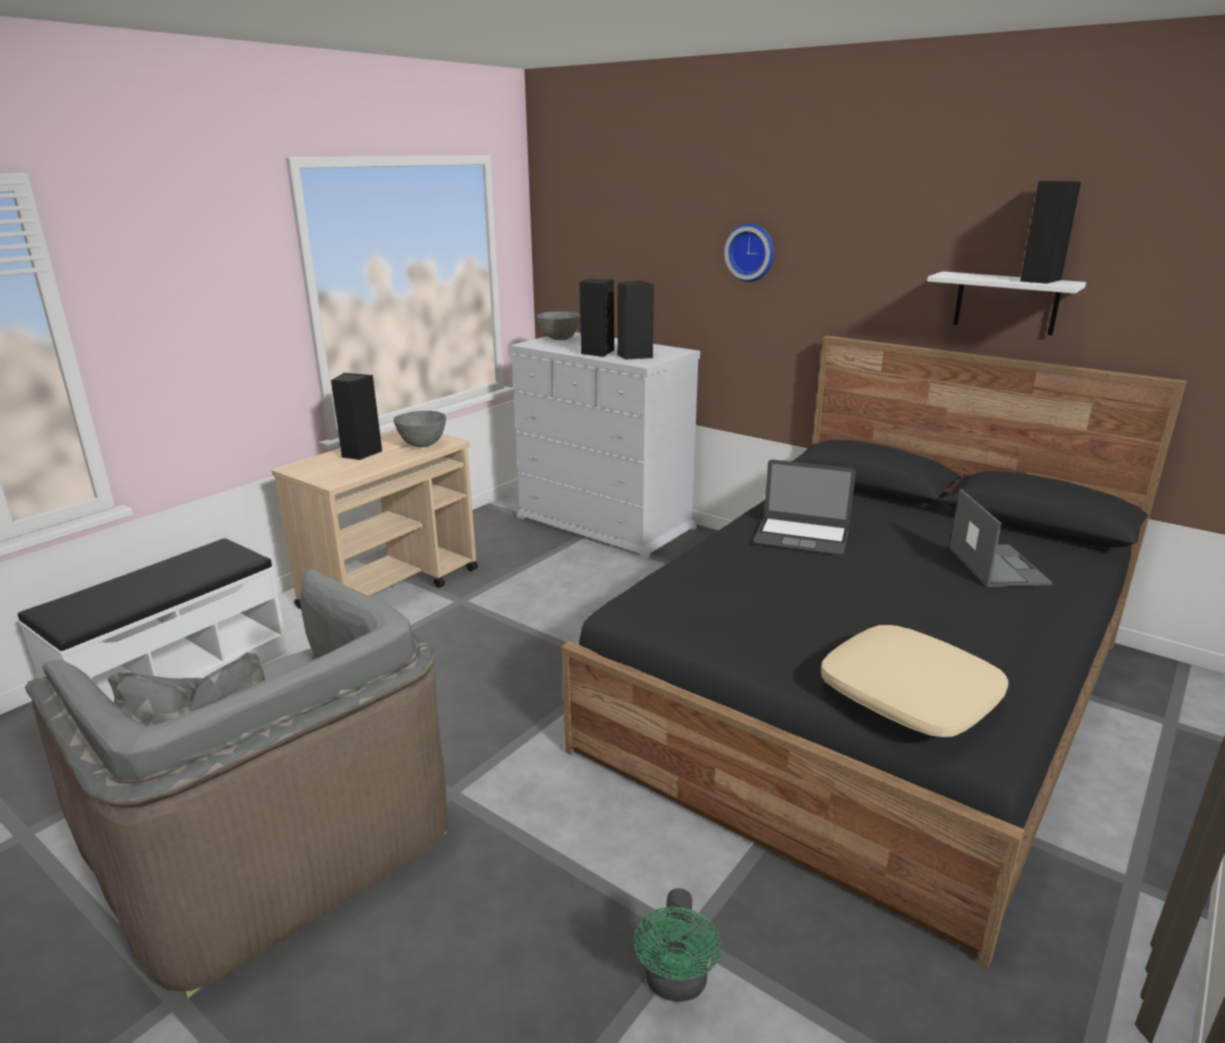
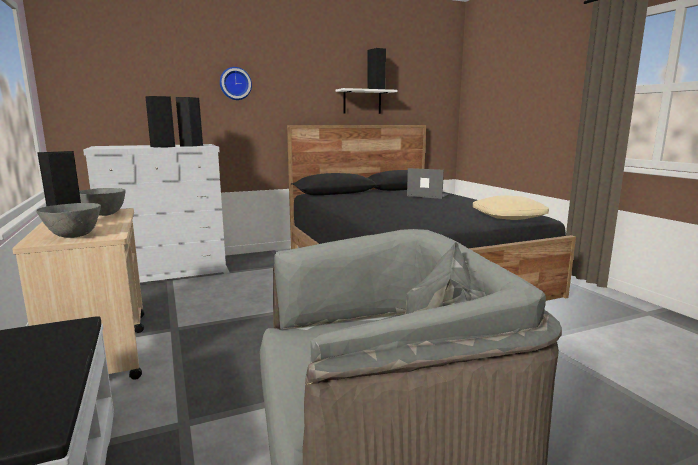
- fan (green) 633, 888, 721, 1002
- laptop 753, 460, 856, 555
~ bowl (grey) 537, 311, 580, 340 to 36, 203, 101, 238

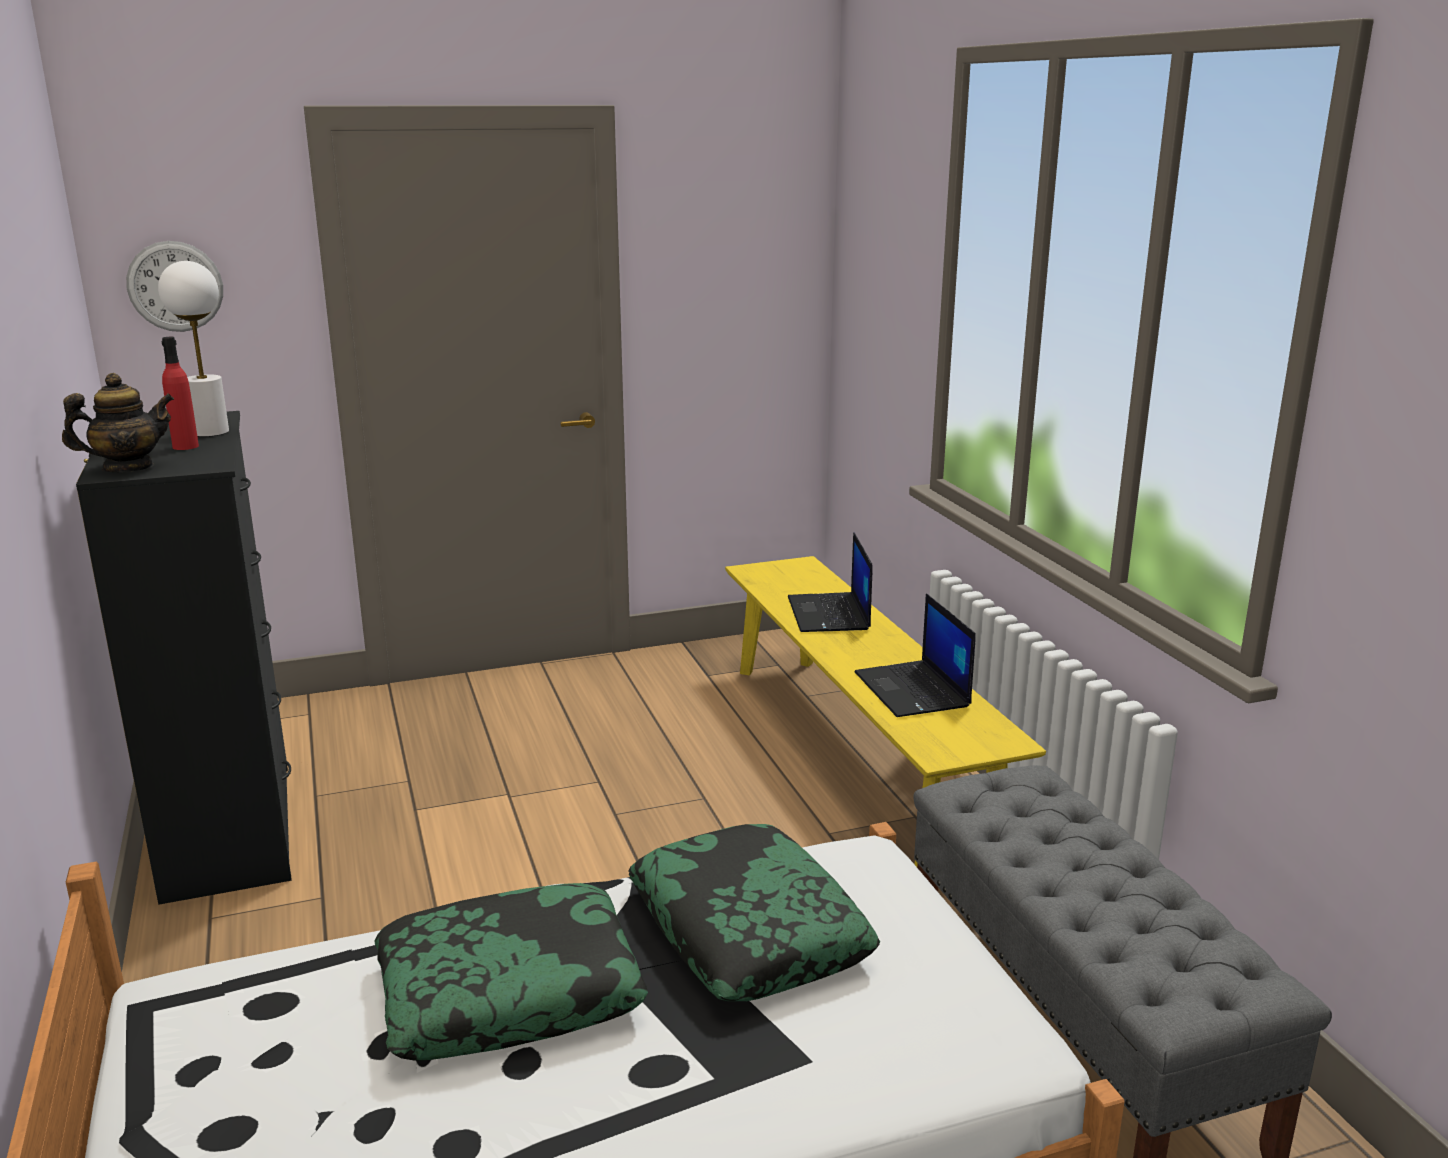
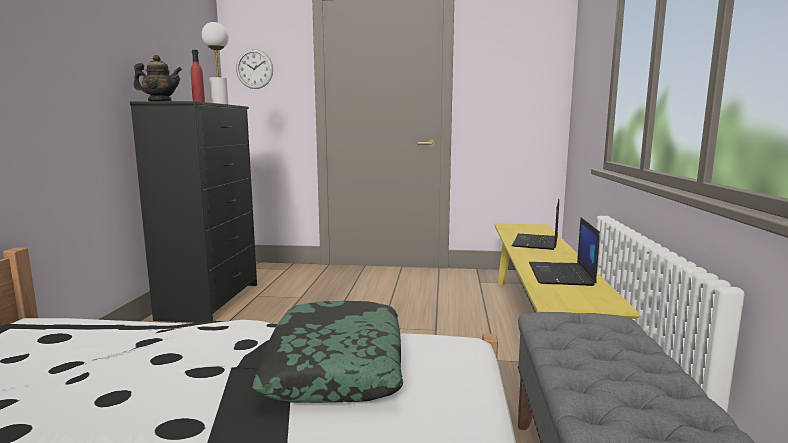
- pillow 374, 883, 648, 1061

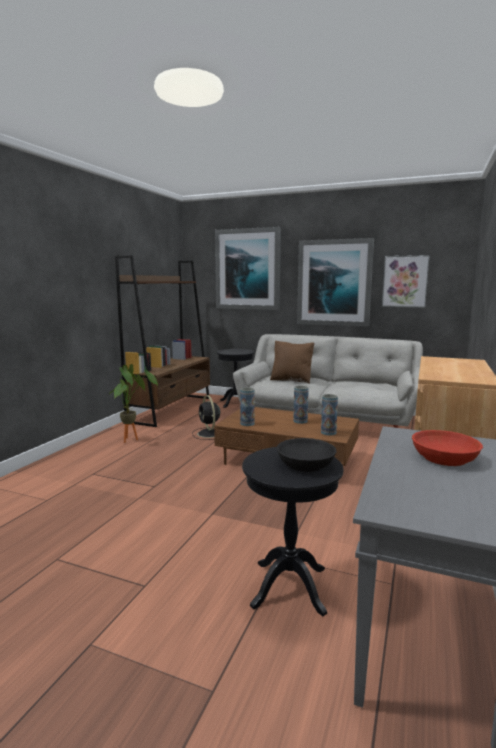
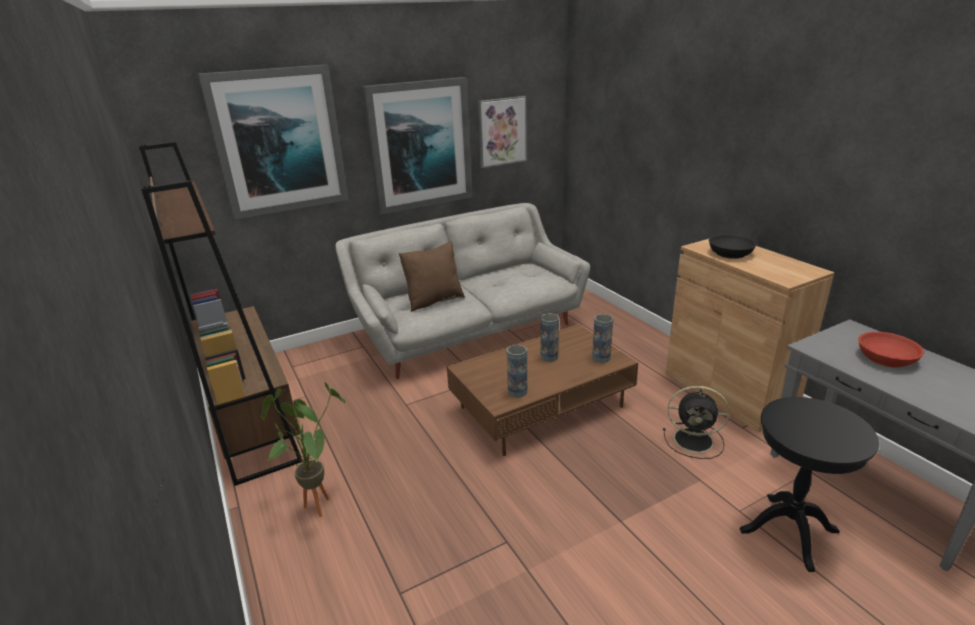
- side table (black) 216, 349, 255, 408
~ fan (black) 192, 395, 220, 440 to 663, 386, 729, 459
~ bowl (black) 276, 438, 337, 472 to 709, 234, 757, 259

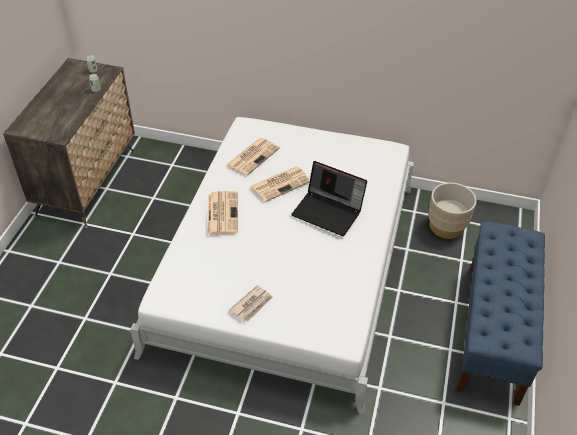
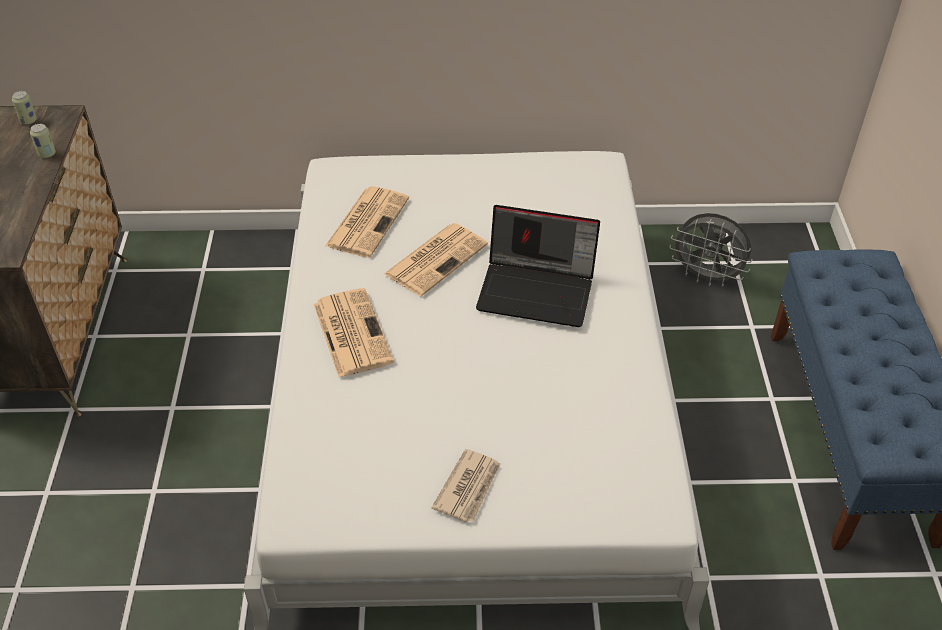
~ planter (beige) 428, 182, 477, 239 to fan (grey) 669, 213, 753, 287

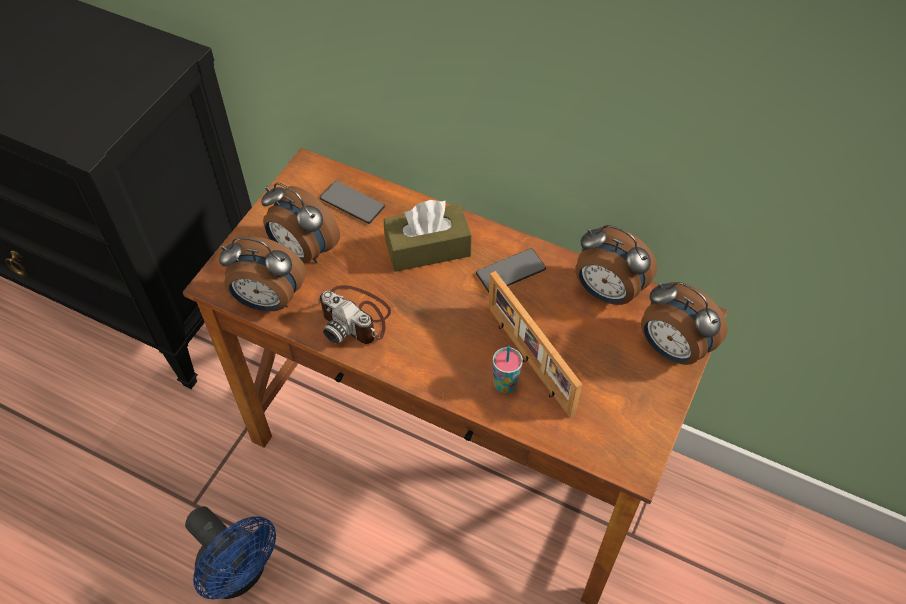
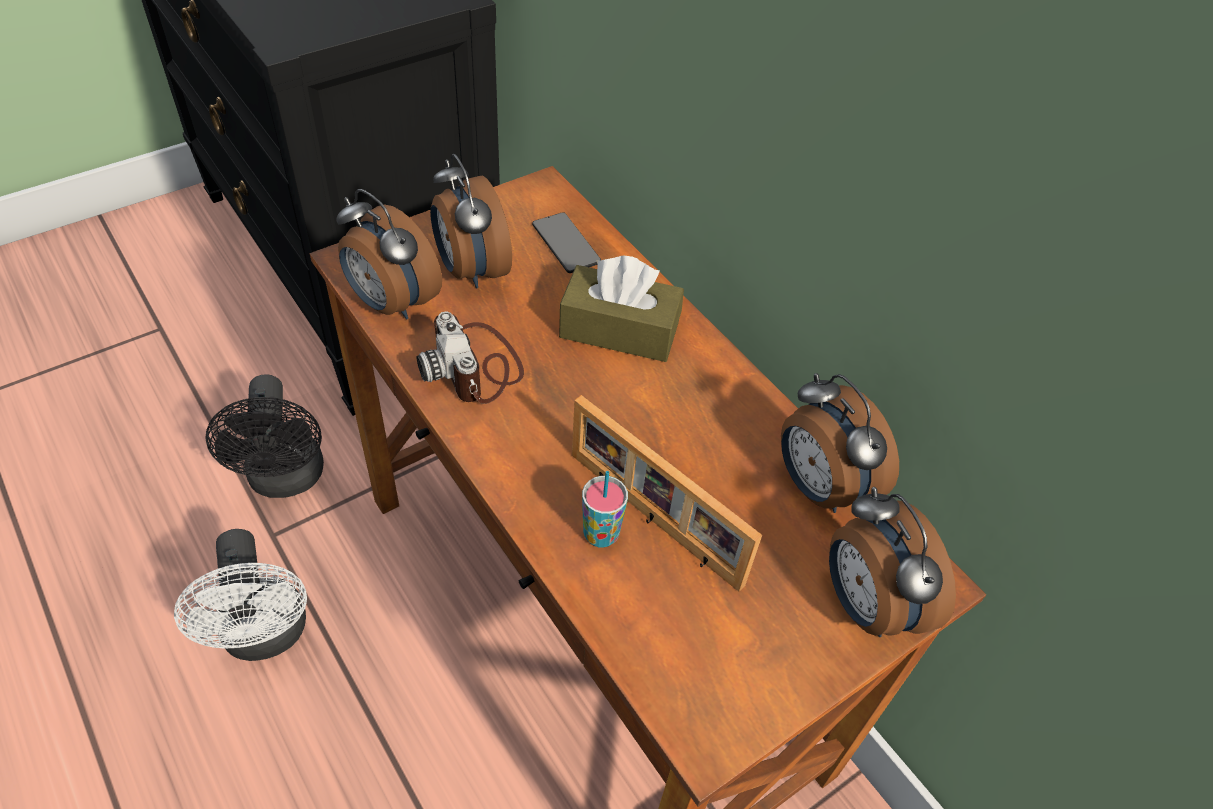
- phone 476, 248, 546, 292
+ fan (black) 205, 374, 324, 498
~ fan (blue) 185, 506, 276, 599 to fan (white) 174, 529, 307, 661
~ picture frame 488, 271, 582, 418 = 572, 395, 762, 592 45 degrees counterclockwise

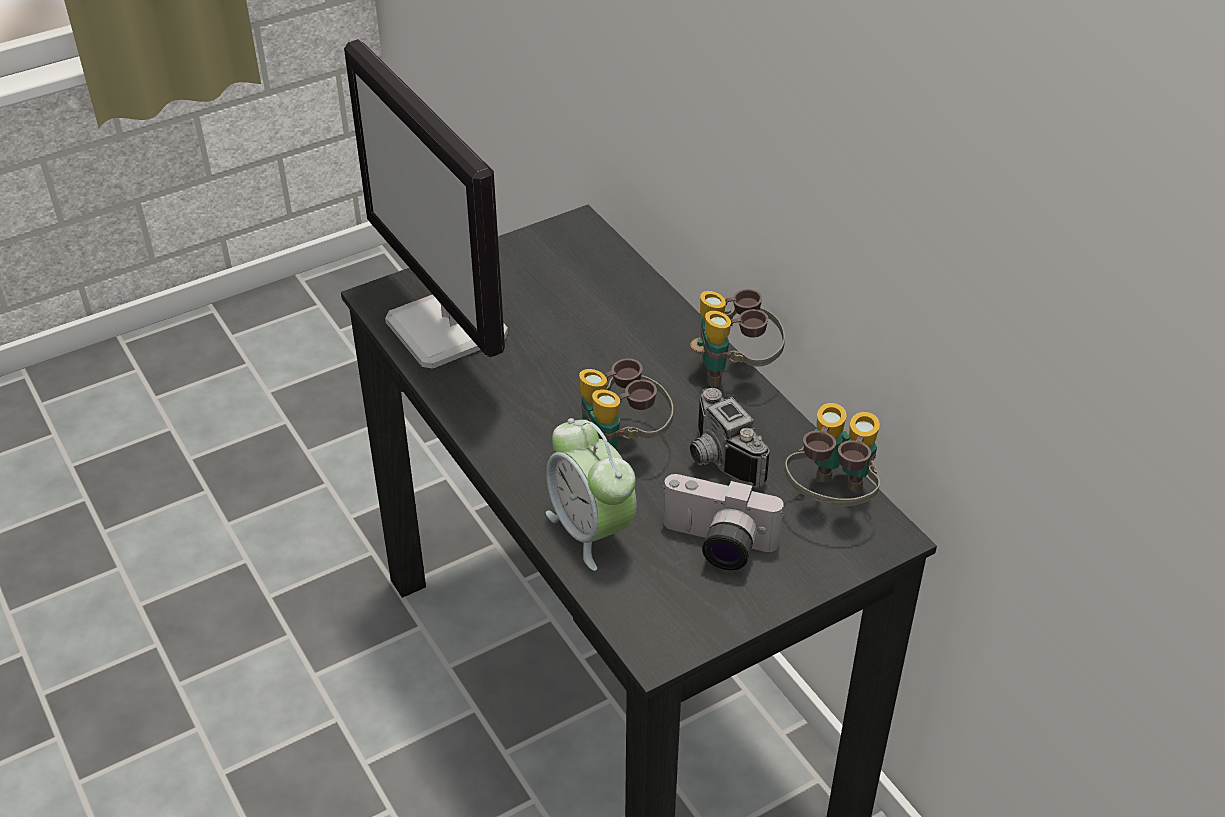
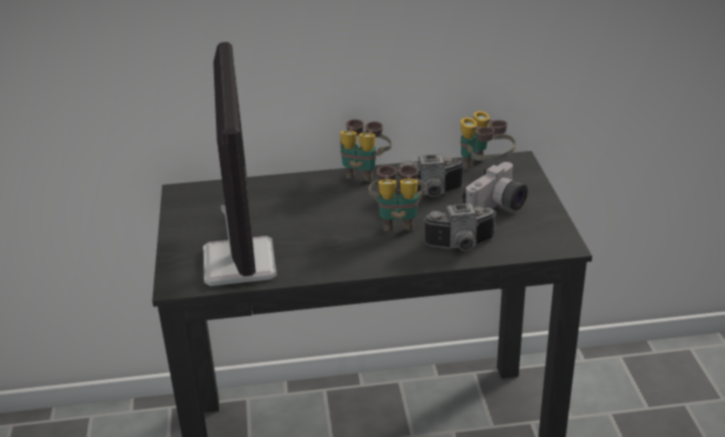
~ alarm clock 546, 418, 637, 571 to photo camera 423, 203, 496, 251
~ monitor 344, 39, 508, 368 = 203, 42, 277, 286 90 degrees counterclockwise

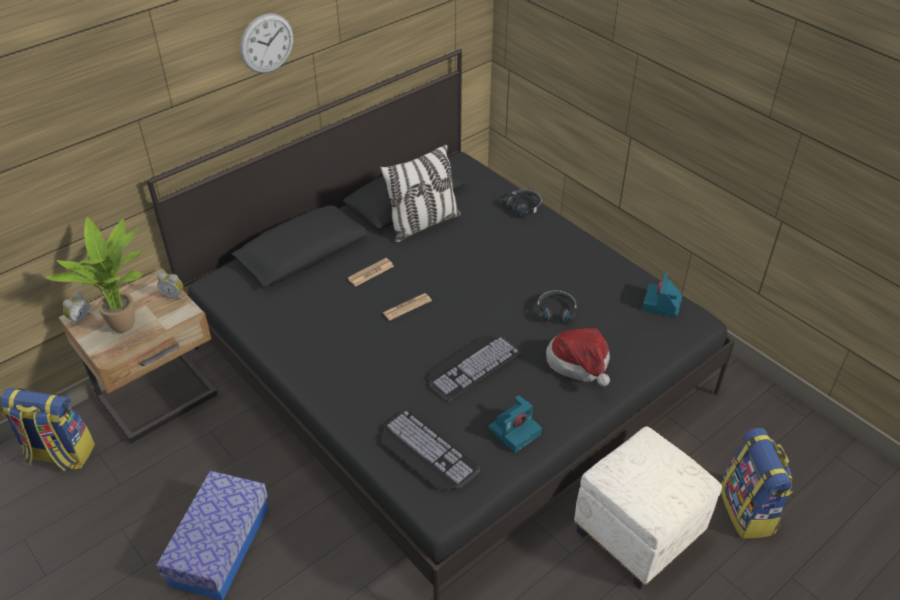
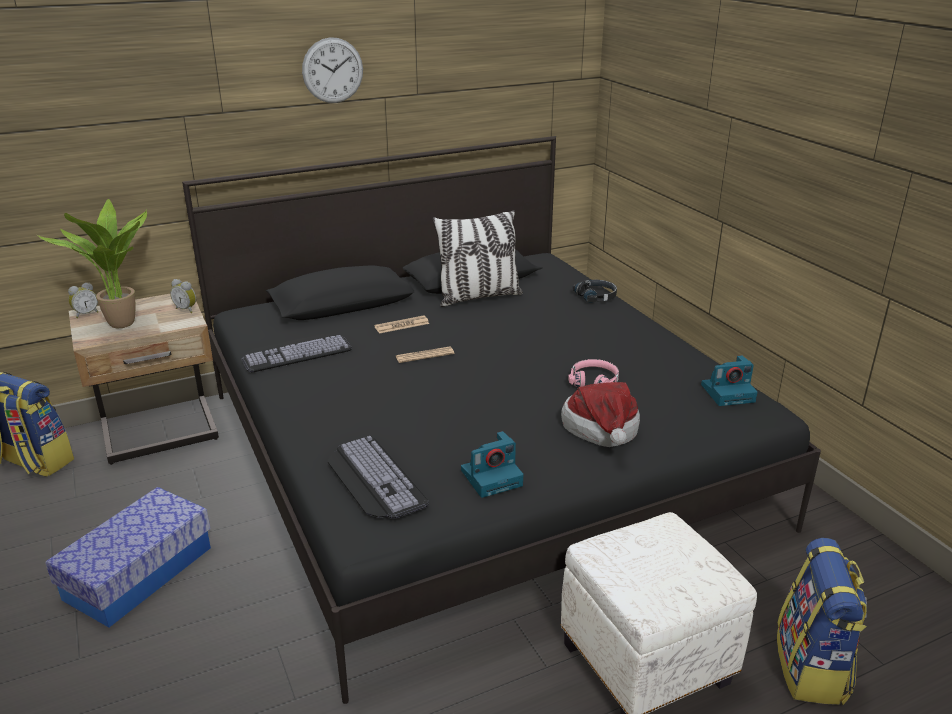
~ keyboard 428, 336, 520, 401 to 242, 334, 352, 372
~ headphones (black) 537, 290, 577, 323 to headphones (pink) 568, 359, 619, 387
~ photo camera 642, 273, 682, 318 = 701, 355, 758, 406 135 degrees counterclockwise

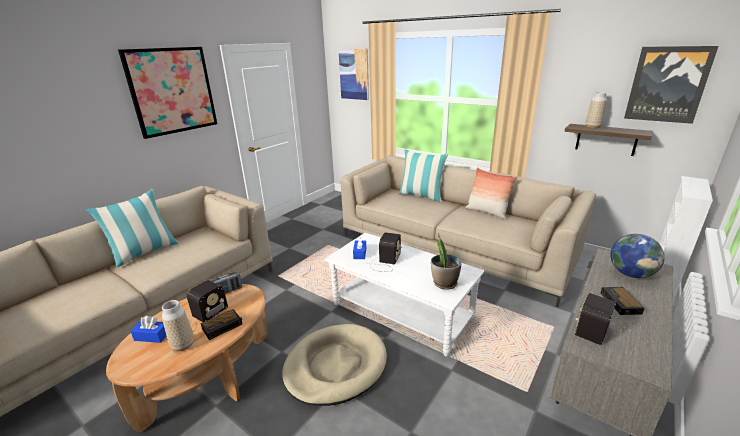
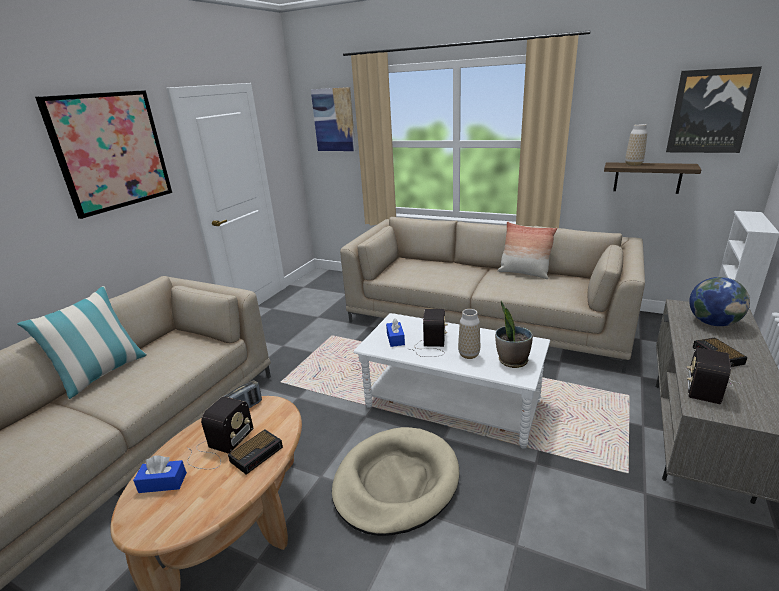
- pillow 399, 149, 448, 202
~ vase 162, 300, 194, 351 to 458, 309, 480, 359

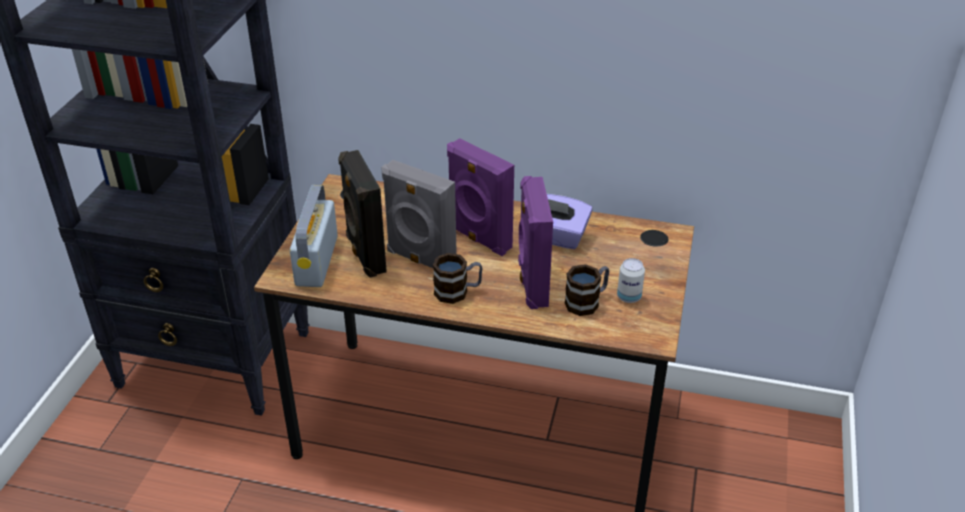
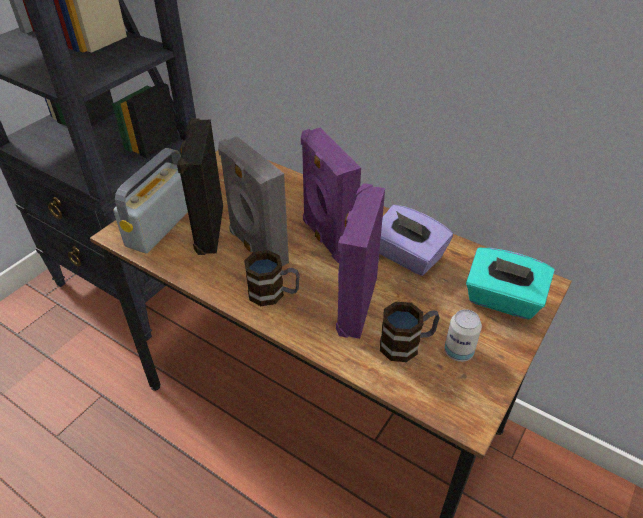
+ tissue box (turquoise) 466, 248, 555, 320

